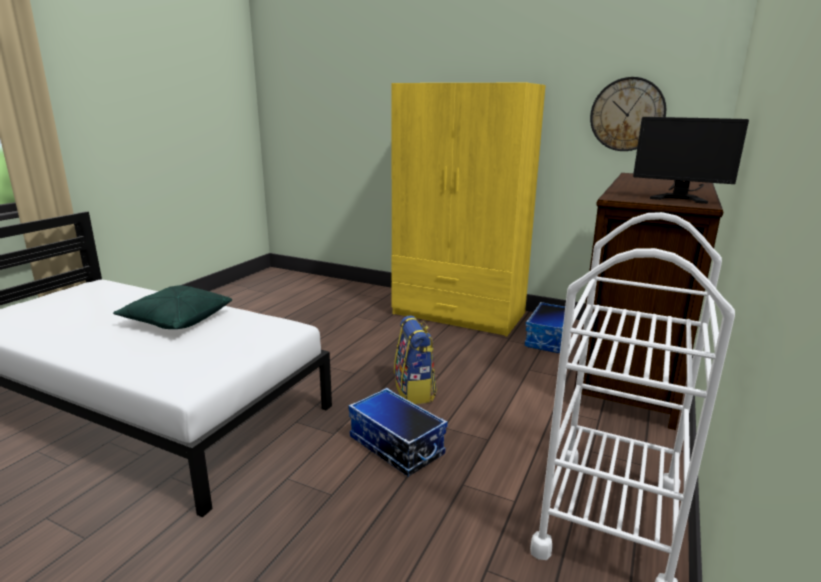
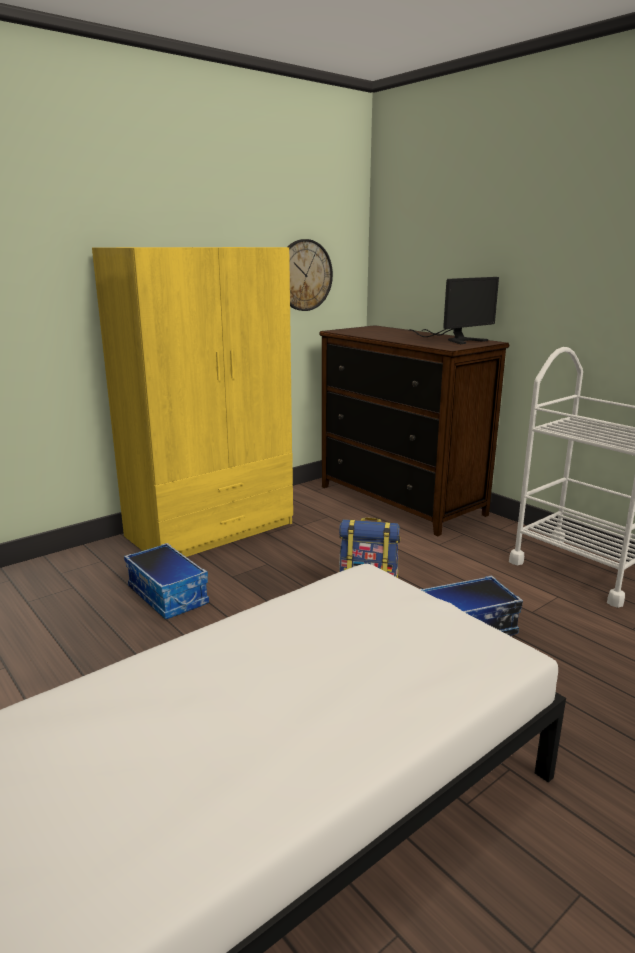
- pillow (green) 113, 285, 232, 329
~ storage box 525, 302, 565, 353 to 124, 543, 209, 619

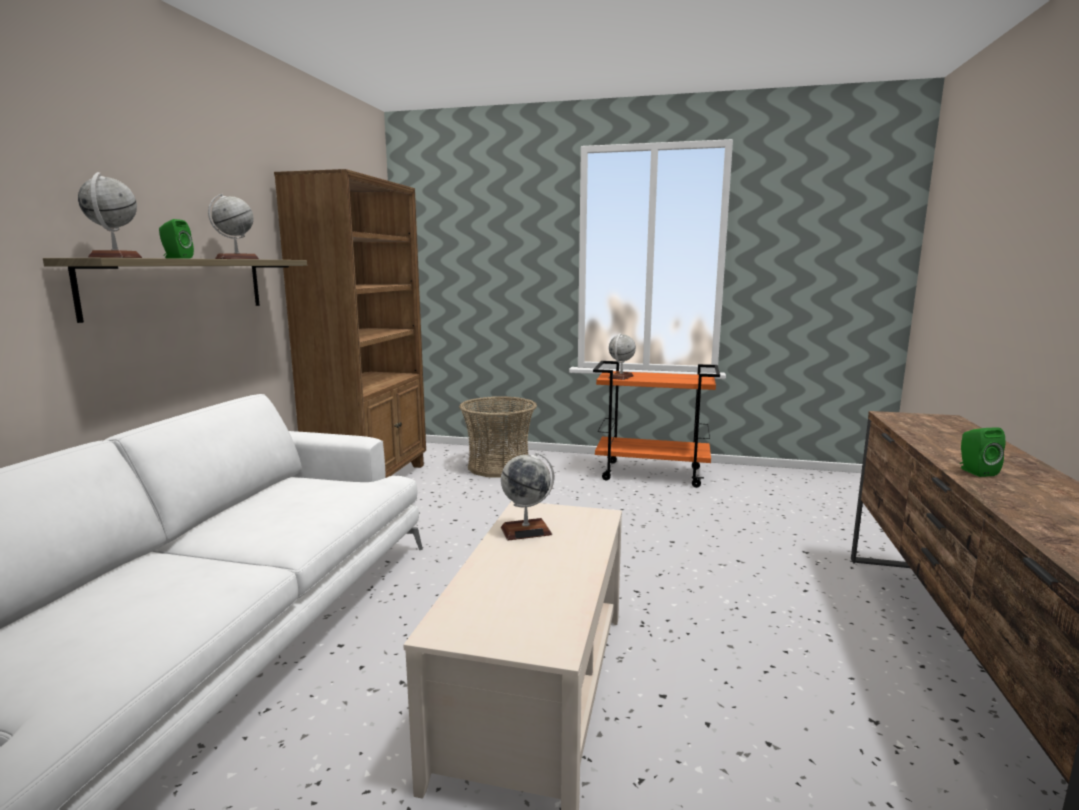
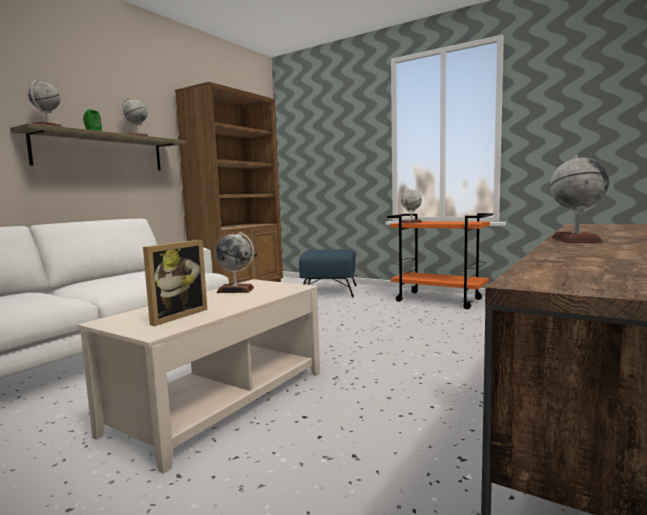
+ picture frame 143, 240, 207, 326
~ basket 459, 396, 537, 478 to ottoman (blue) 299, 249, 357, 297
~ speaker (green) 960, 427, 1005, 477 to globe 550, 155, 609, 243

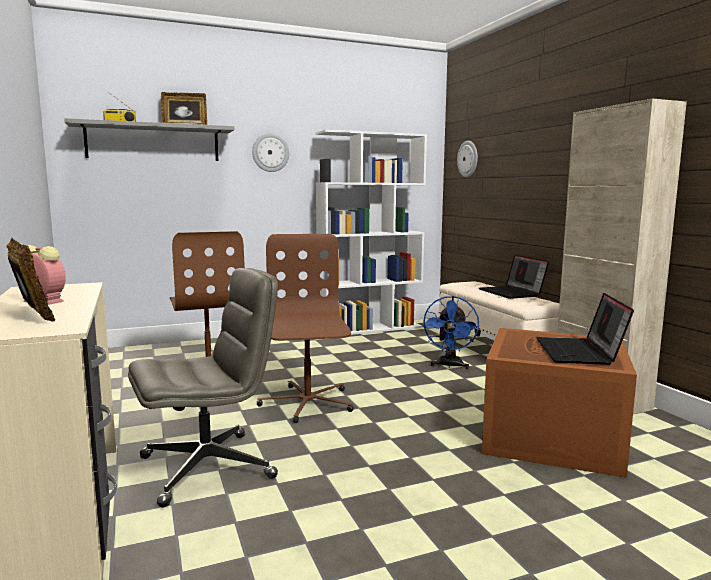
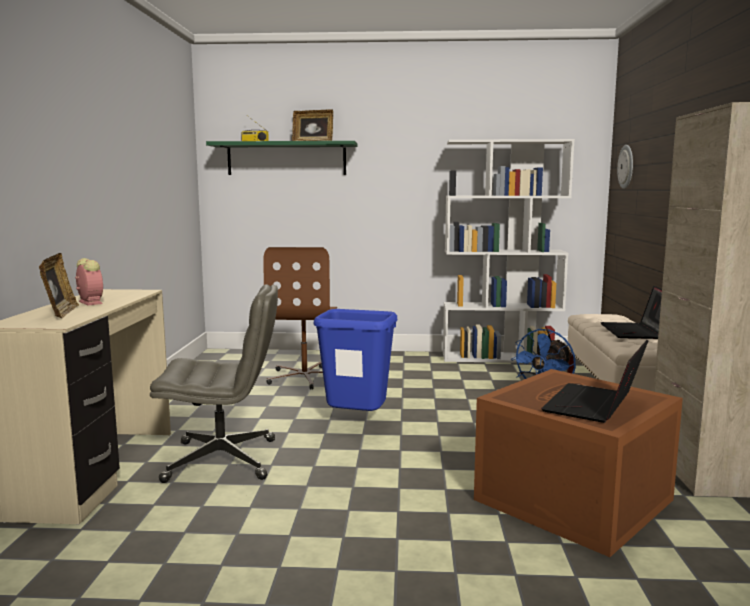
- wall clock 252, 133, 289, 172
~ office chair (brown) 257, 234, 354, 423 to trash can (blue) 314, 309, 397, 411
~ shelf (grey) 64, 118, 234, 161 to shelf (green) 206, 141, 358, 175

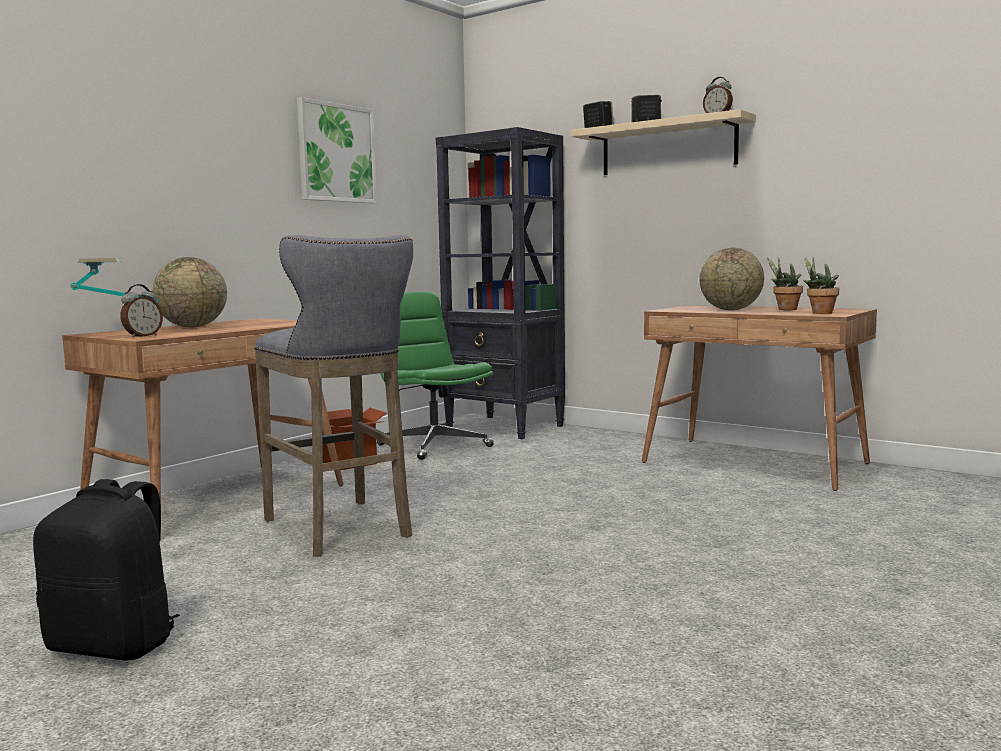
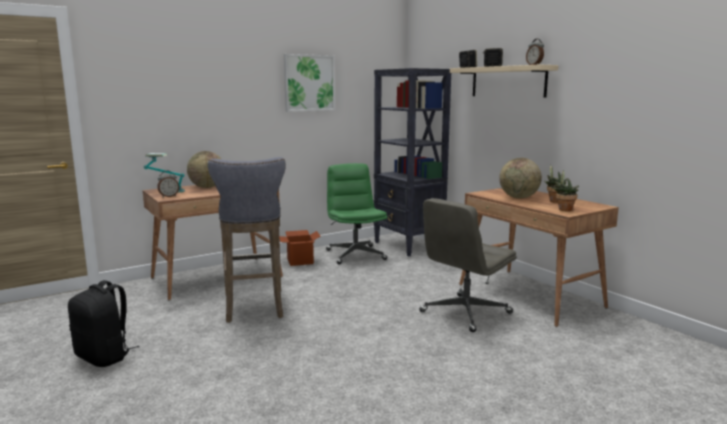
+ office chair (grey) 419, 198, 517, 332

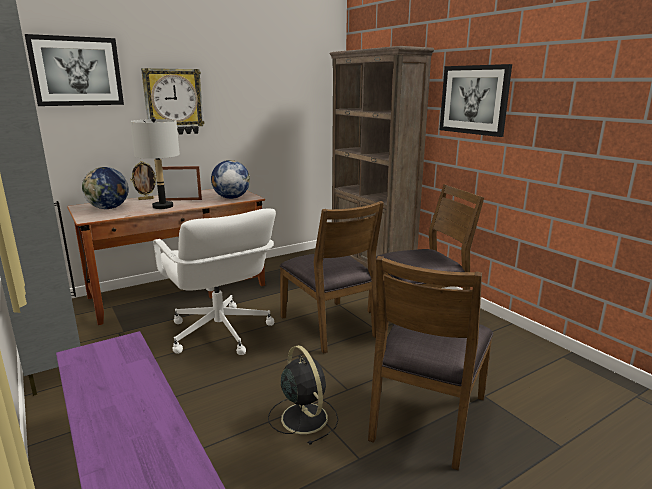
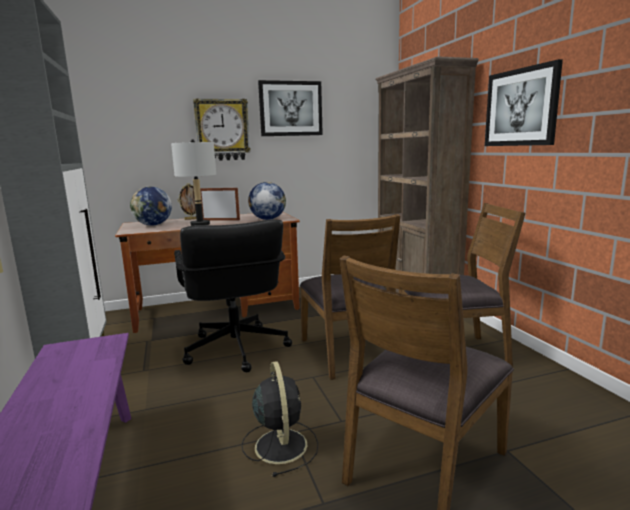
~ picture 25, 34, 124, 106 to 258, 80, 323, 136
~ office chair (white) 154, 209, 276, 355 to office chair (black) 174, 219, 292, 372

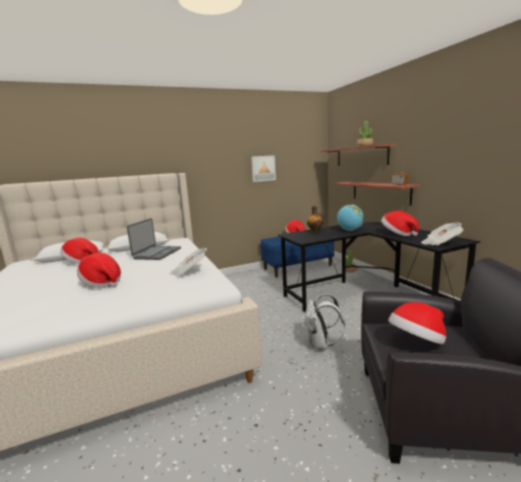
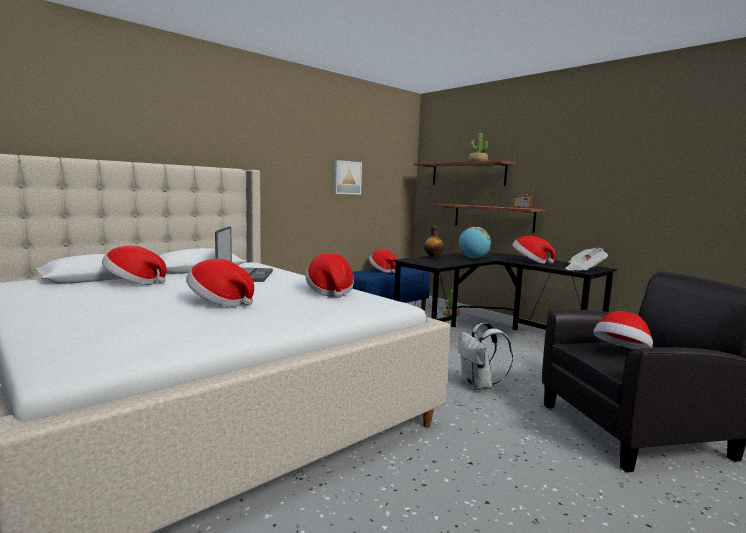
~ newspaper 169, 248, 207, 276 to hat 306, 253, 354, 298

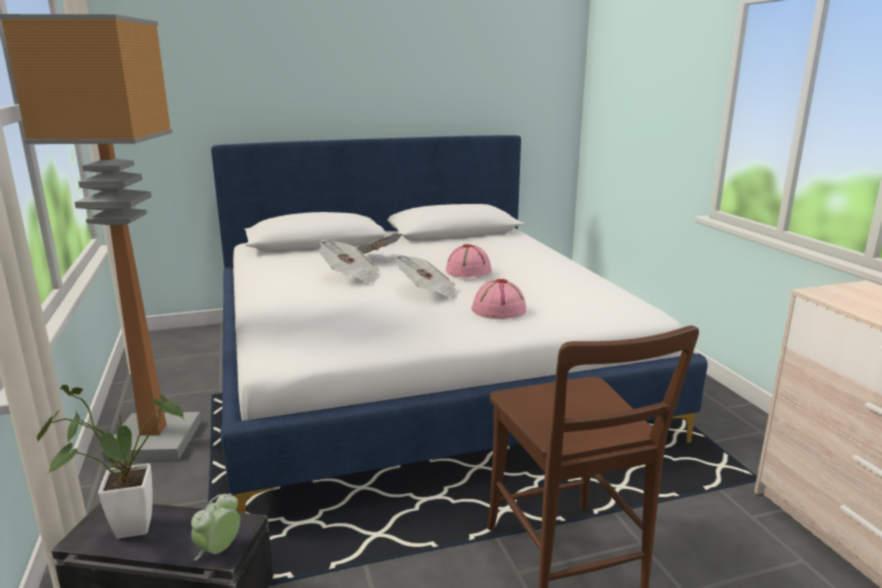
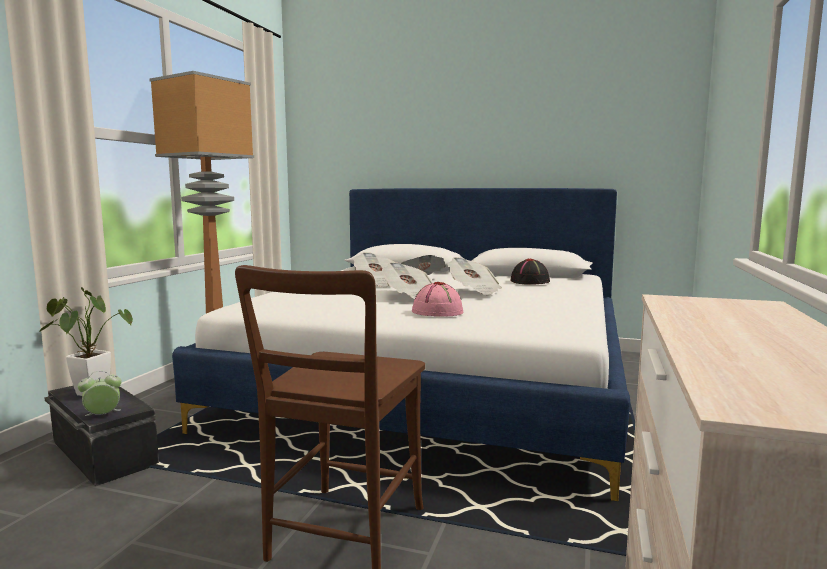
+ hat (black) 510, 258, 550, 285
~ hat (pink) 446, 244, 491, 278 to newspaper 447, 257, 502, 296

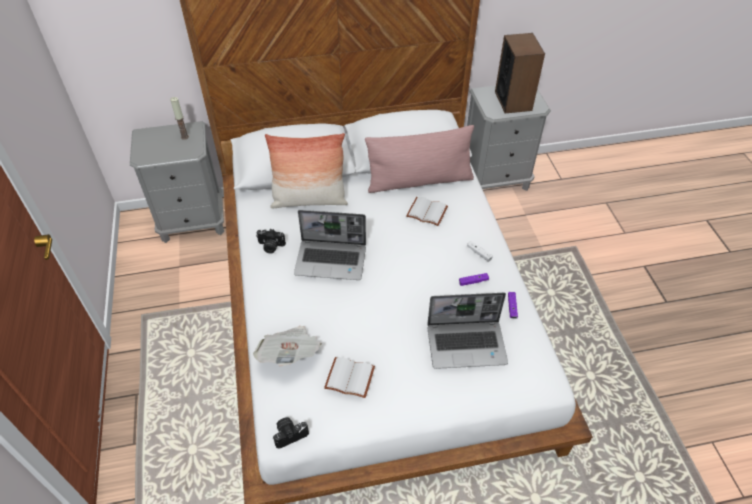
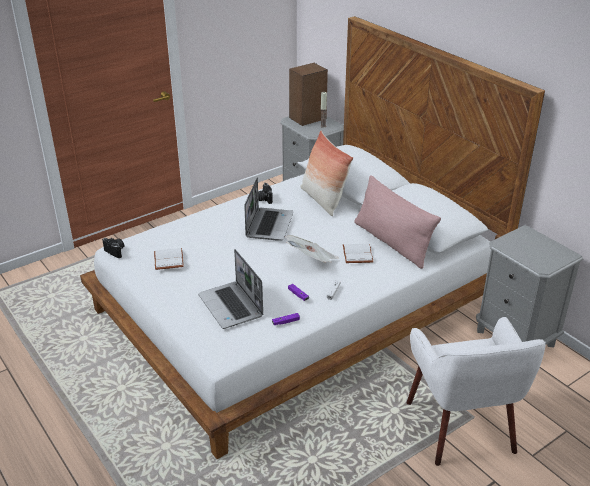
+ armchair (white) 407, 317, 546, 466
~ newspaper 253, 326, 322, 366 to 285, 235, 339, 263
~ speaker 495, 33, 545, 113 to 289, 63, 328, 126
~ laptop 294, 210, 366, 280 = 244, 178, 294, 241 150 degrees counterclockwise

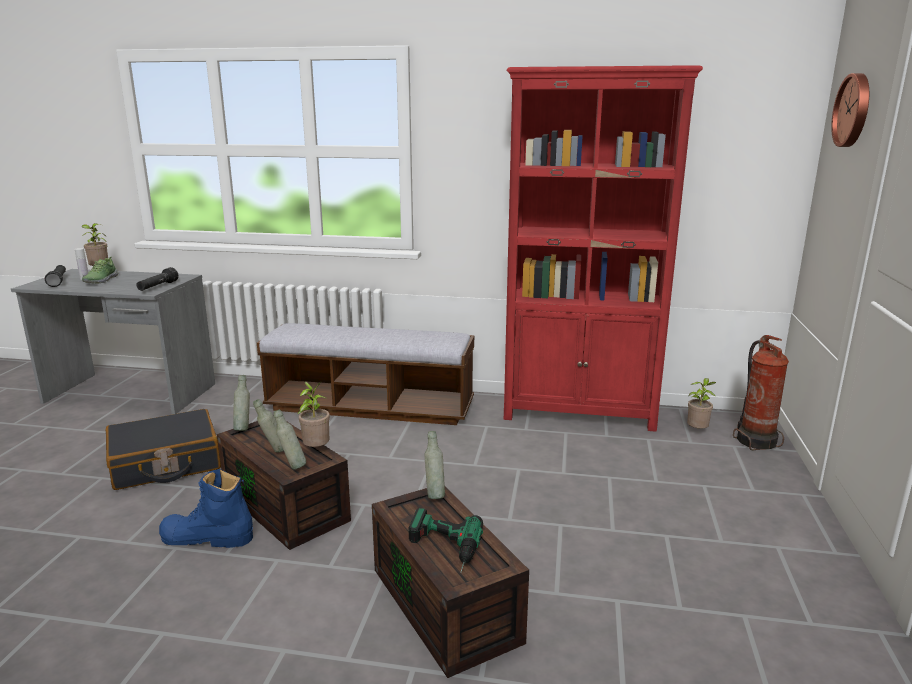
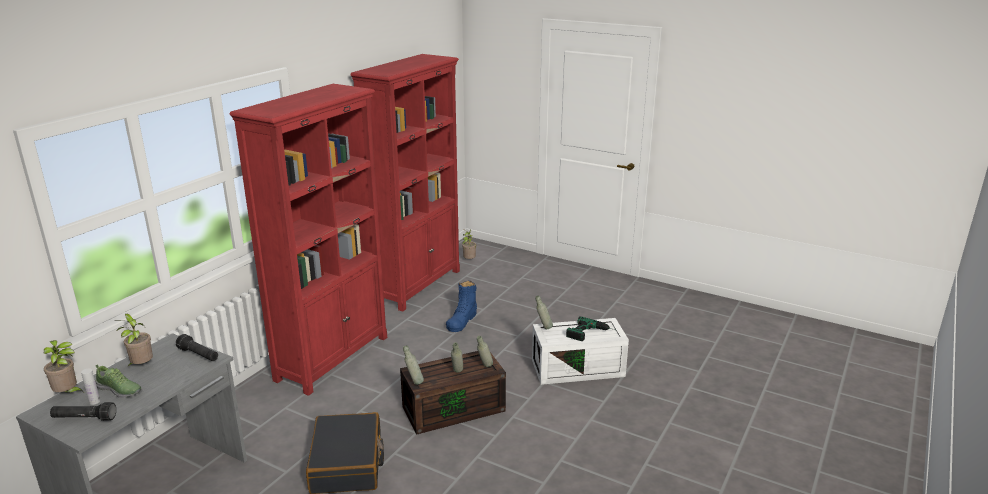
- fire extinguisher 733, 335, 789, 450
- wall clock 831, 73, 869, 147
~ boot (blue) 159, 469, 253, 548 to 446, 280, 477, 332
~ potted plant 297, 382, 330, 447 to 116, 314, 153, 367
~ bench 257, 323, 474, 425 to bookcase (red) 230, 84, 387, 396
~ storage box (brown) 372, 487, 529, 678 to storage box (white) 532, 318, 629, 385

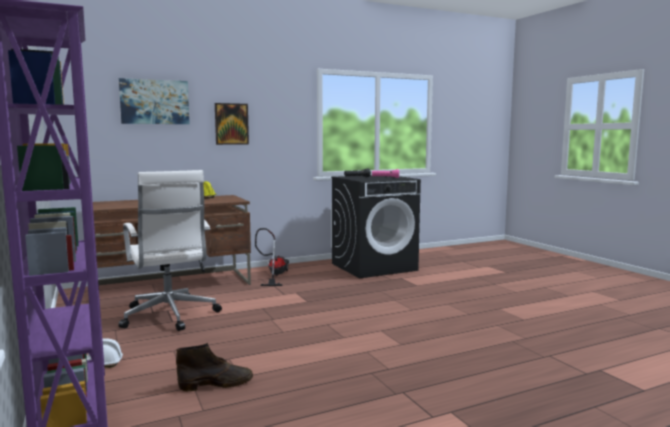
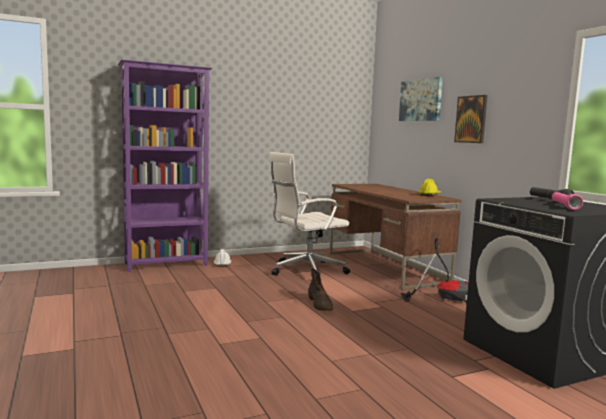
~ boot (brown) 176, 343, 253, 391 to 308, 268, 333, 311

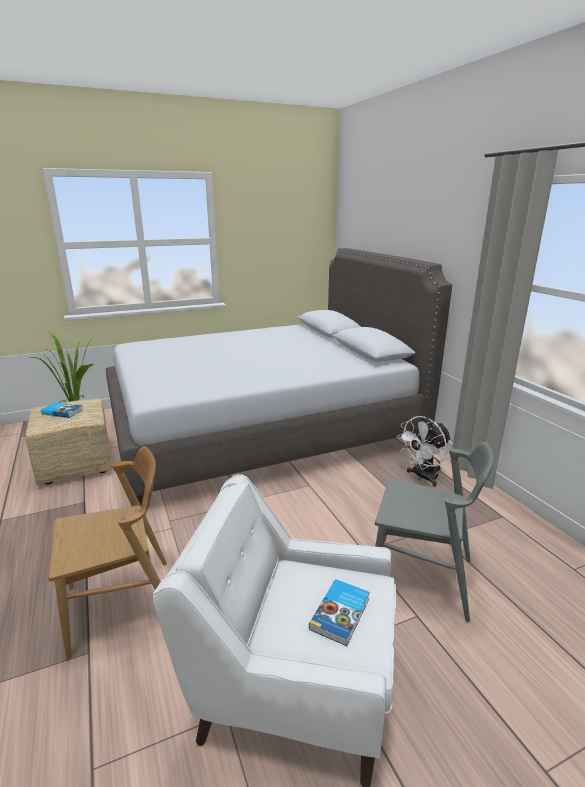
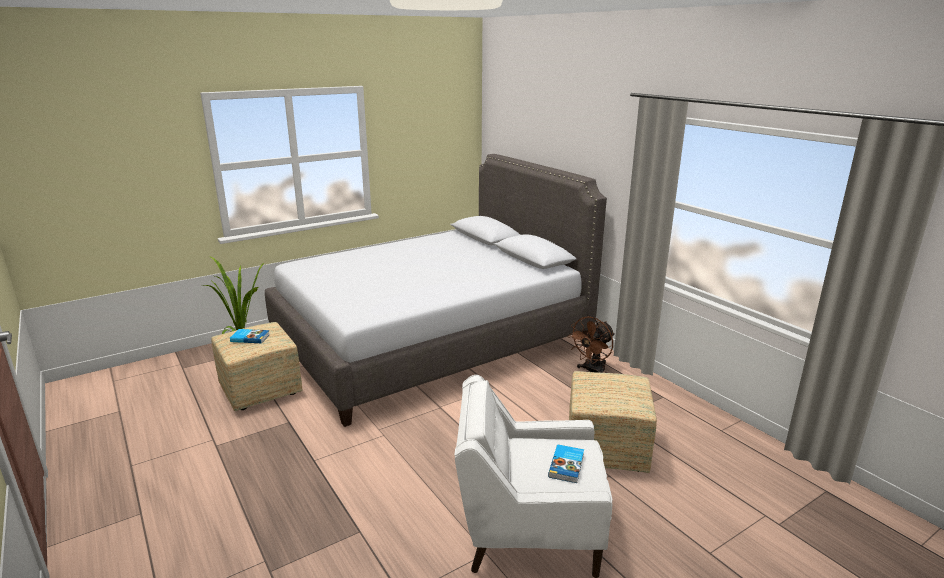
- chair (brown) 48, 446, 167, 660
~ chair (grey) 375, 442, 494, 622 to ottoman 569, 371, 657, 473
~ fan (white) 397, 416, 451, 487 to fan (brown) 568, 316, 615, 373

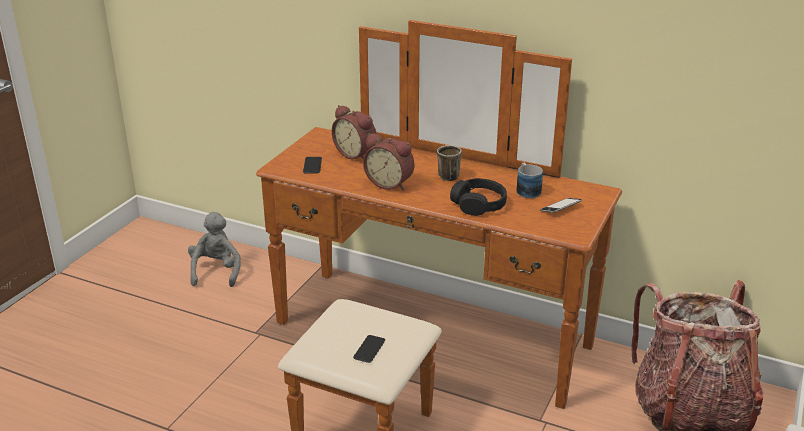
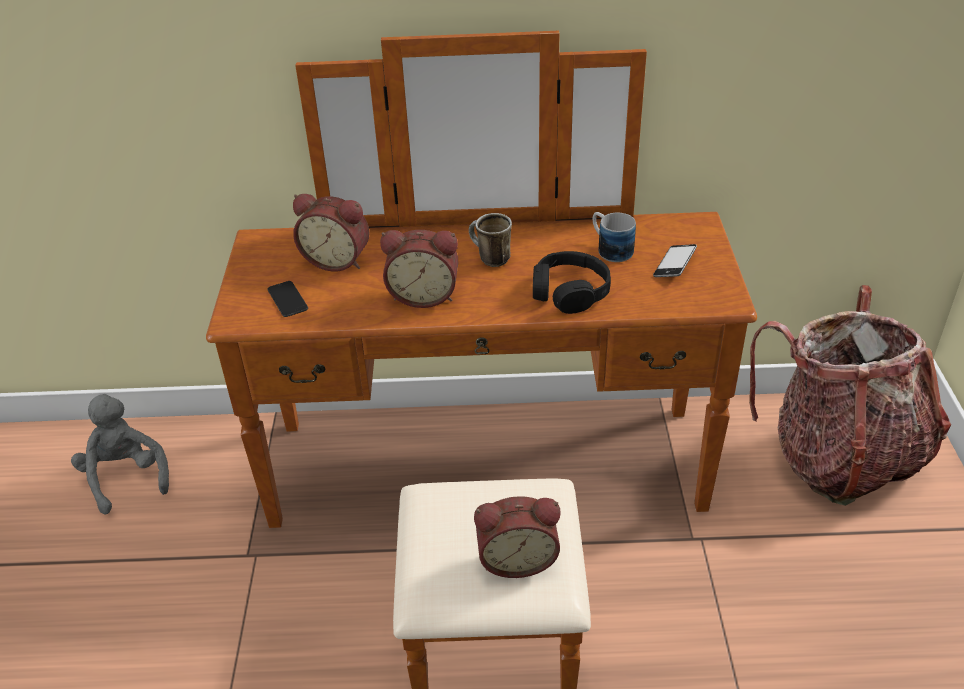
~ phone 353, 335, 385, 363 to alarm clock 474, 496, 560, 578

